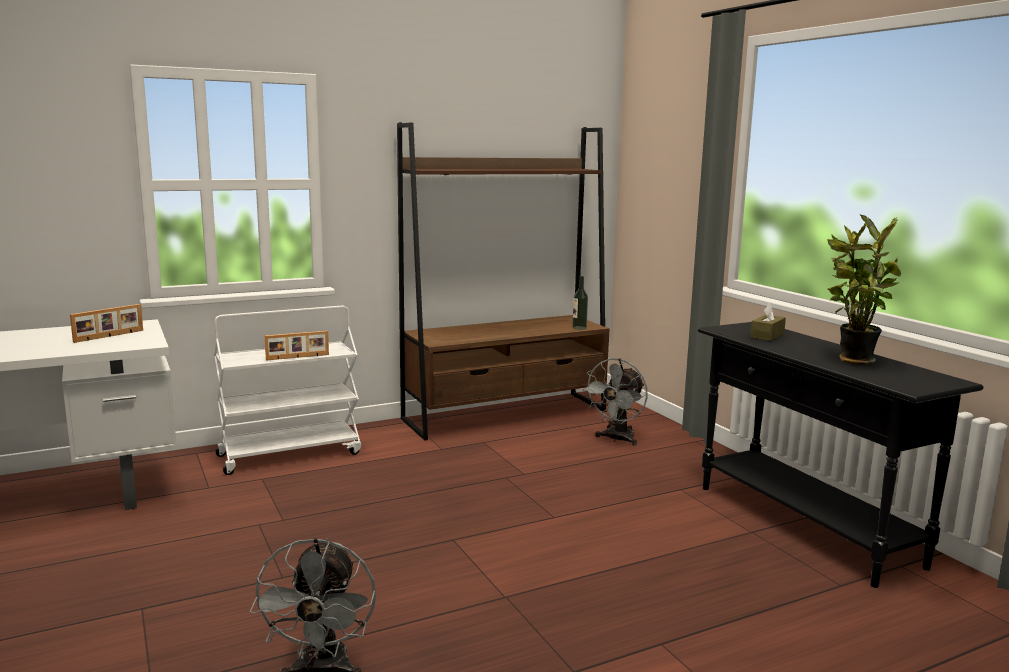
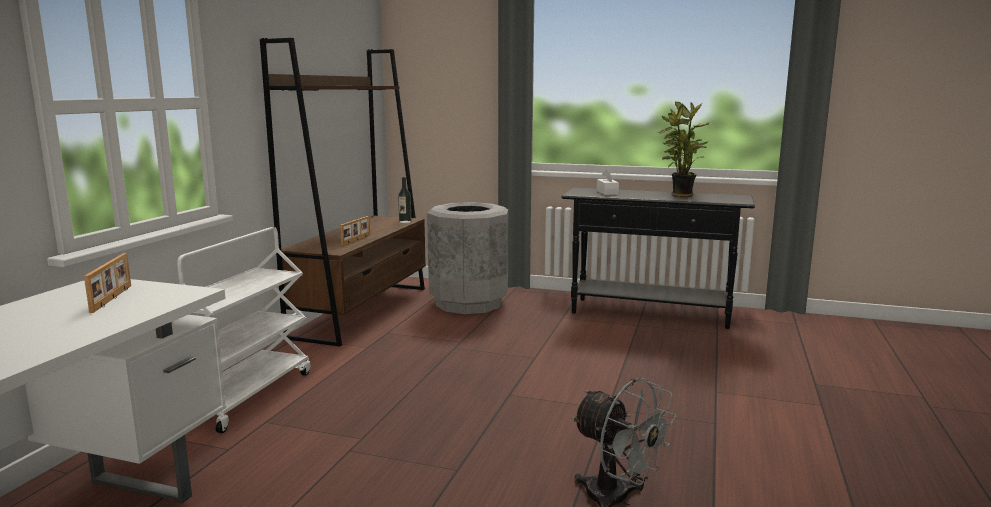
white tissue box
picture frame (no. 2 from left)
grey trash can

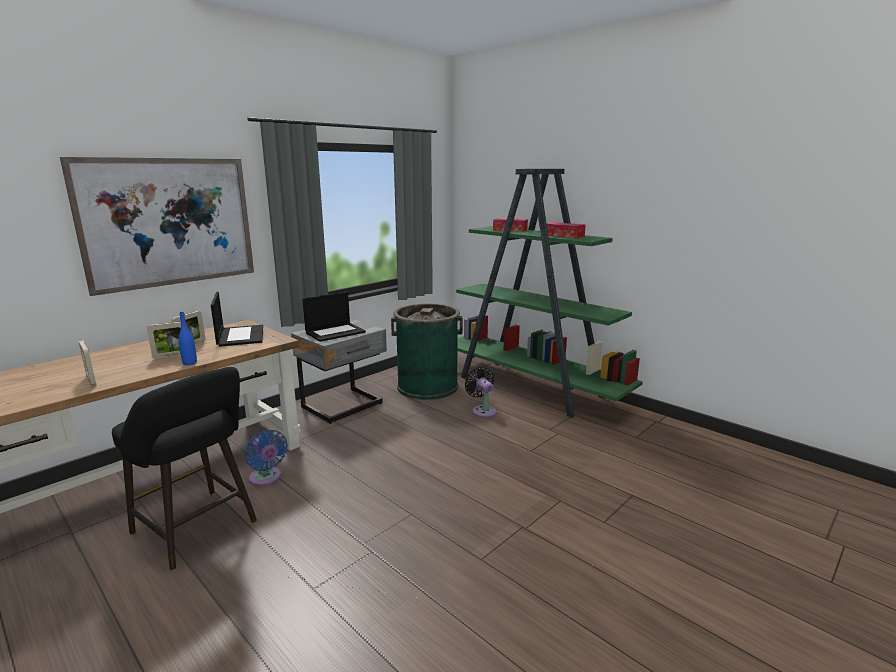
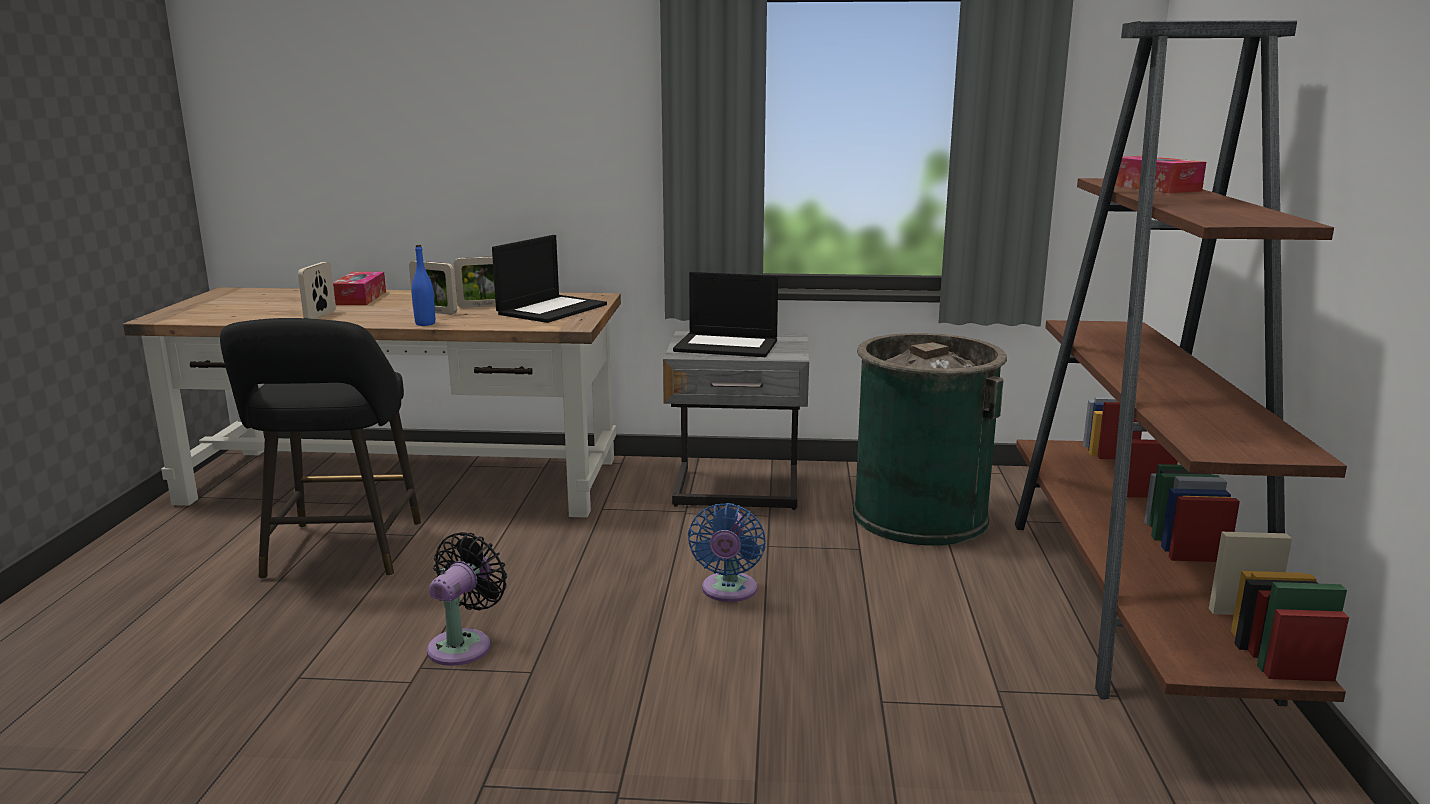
picture
brown bookcase
tissue box (no. 1 from left)
black fan
blue fan

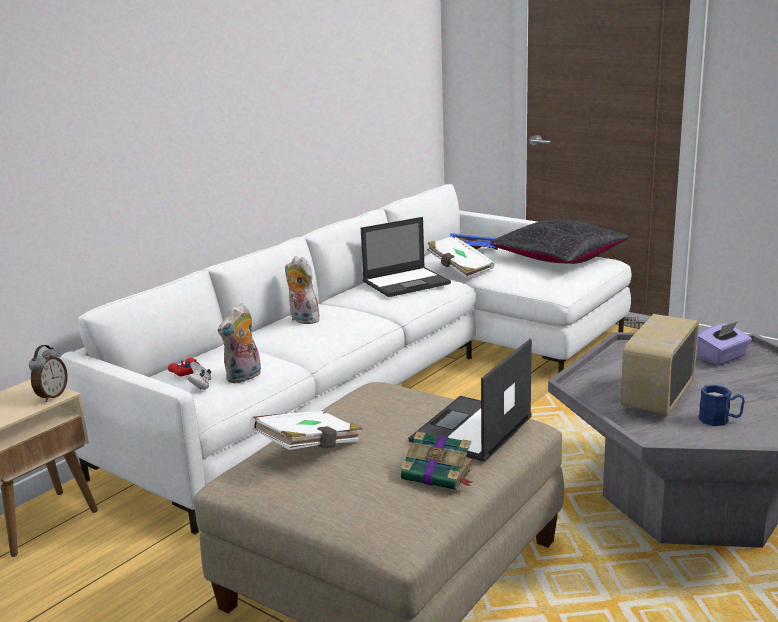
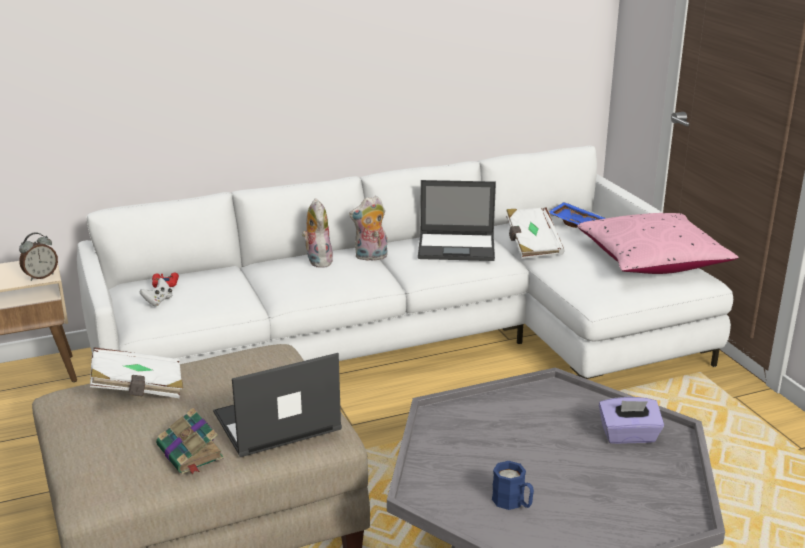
pink pillow
plush toy (no. 2 from left)
radio

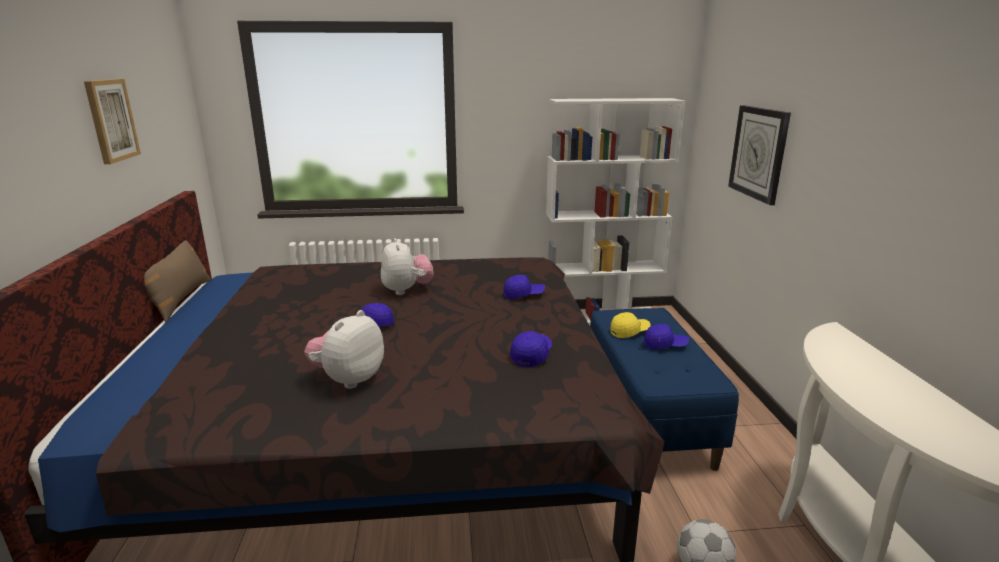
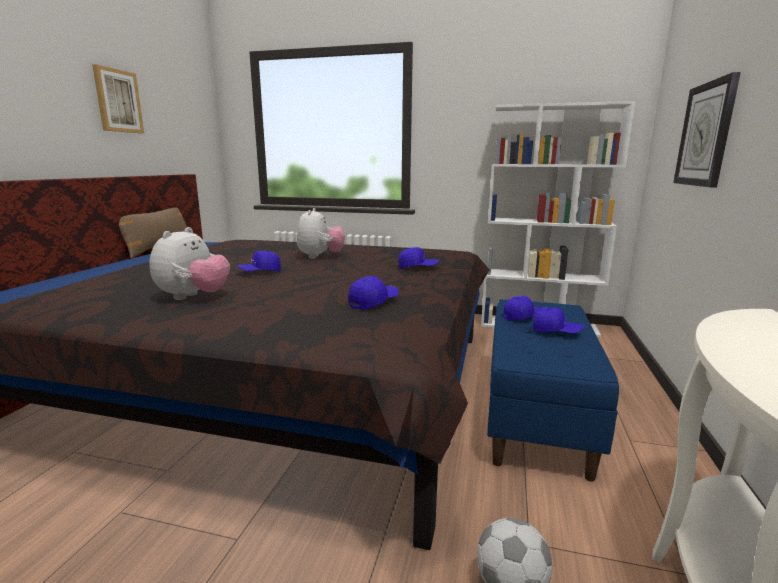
plush toy (no. 1 from left)
blue cap (no. 4 from left)

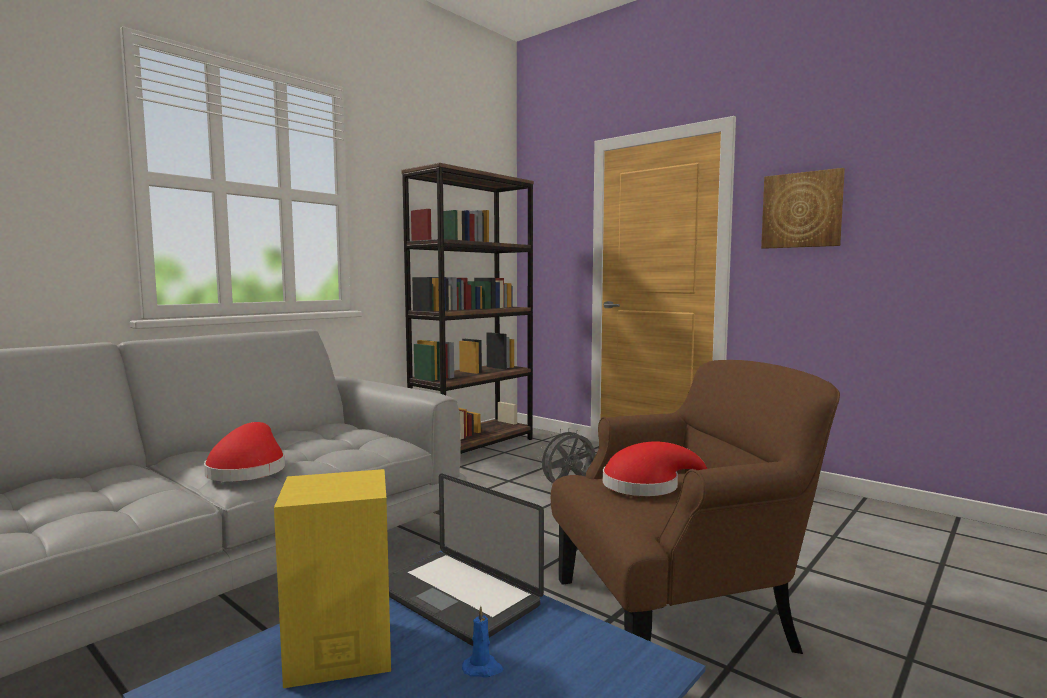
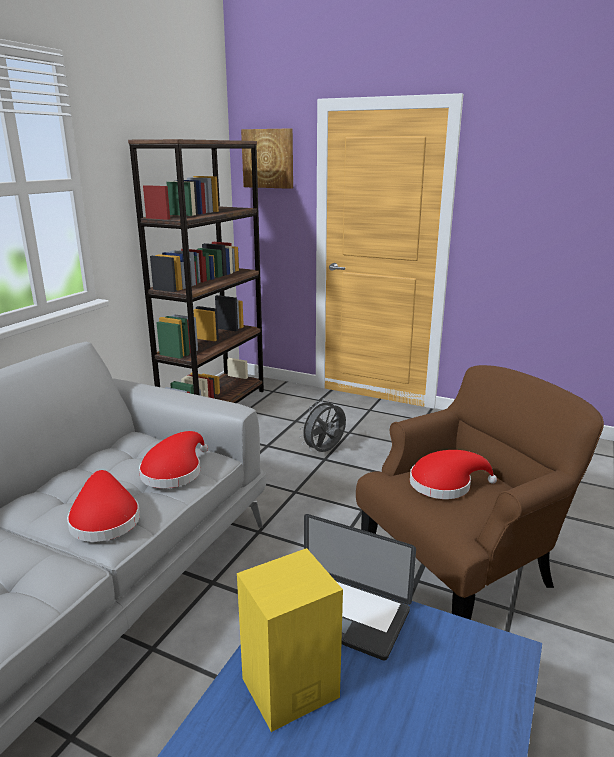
picture
blue candle
red hat (no. 2 from left)

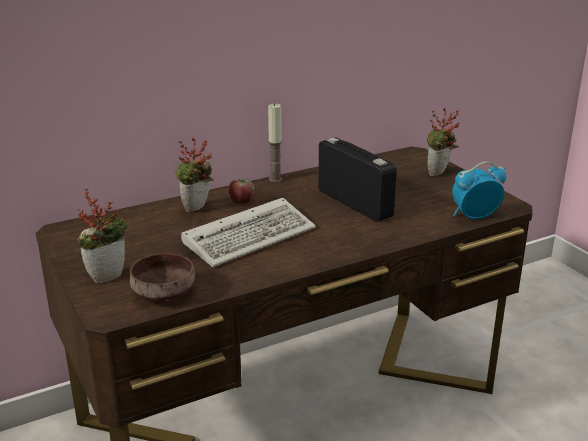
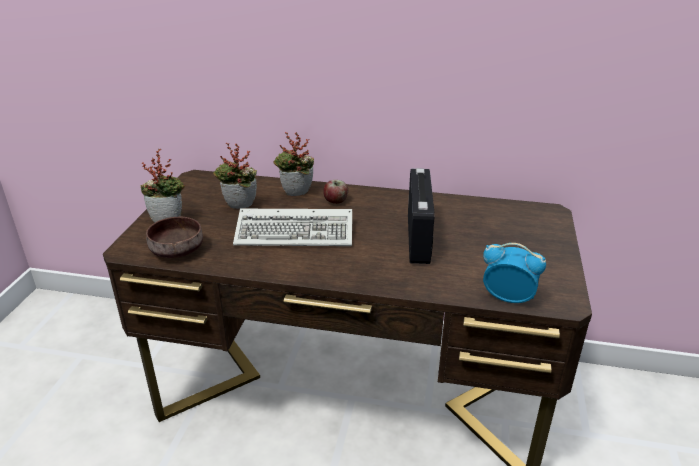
candle
potted plant (no. 2 from left)

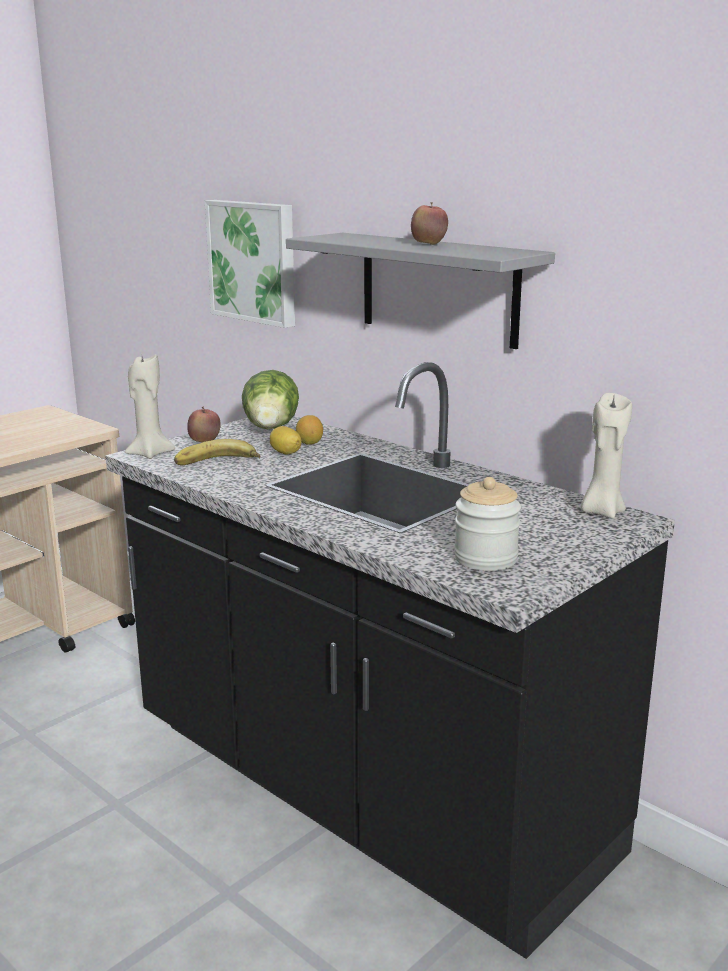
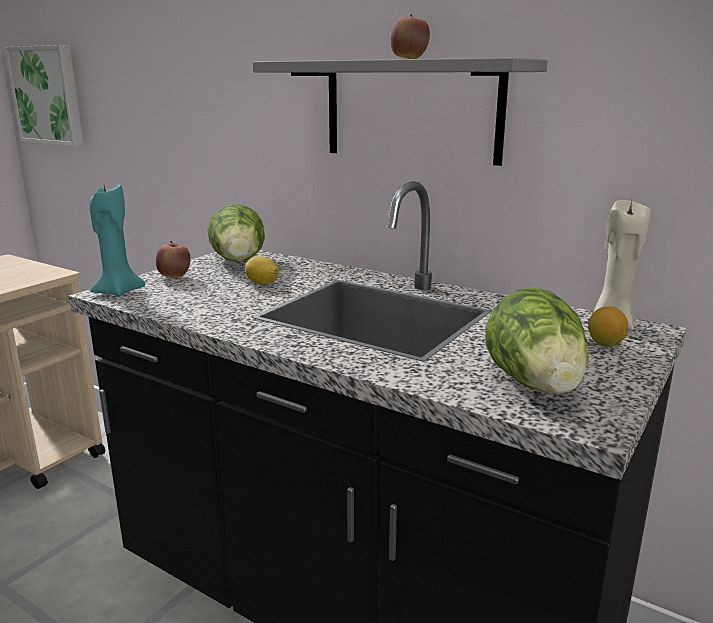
picture
turquoise candle
lemon (no. 2 from left)
banana
lettuce (no. 2 from left)

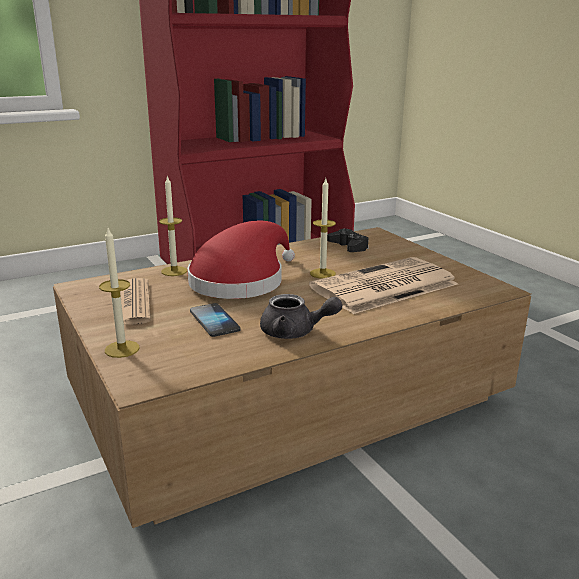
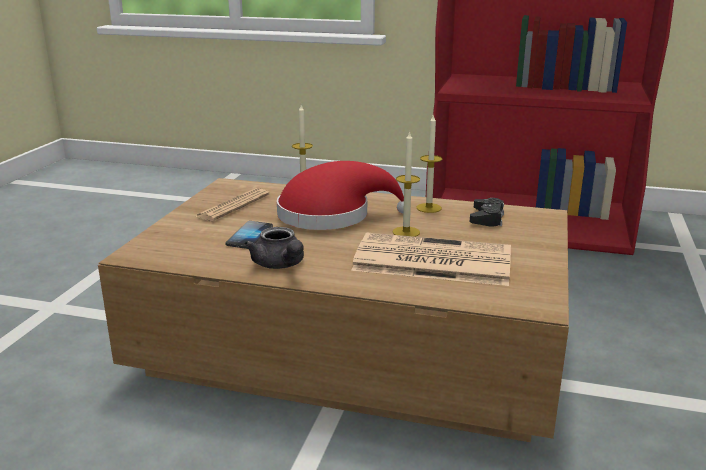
candle (no. 3 from left)

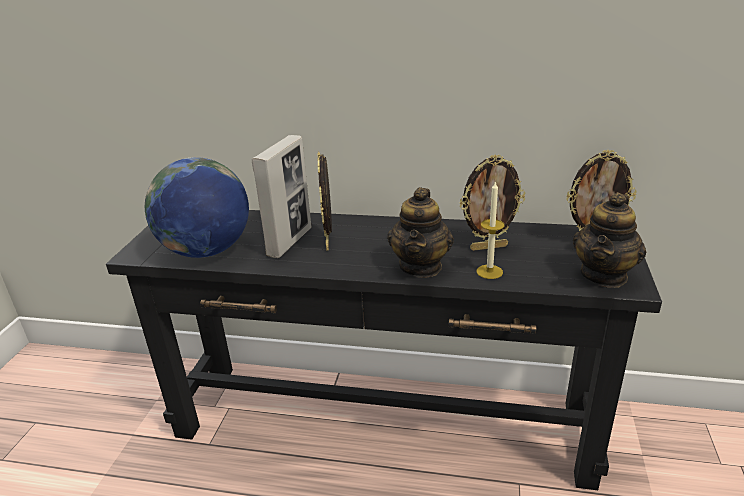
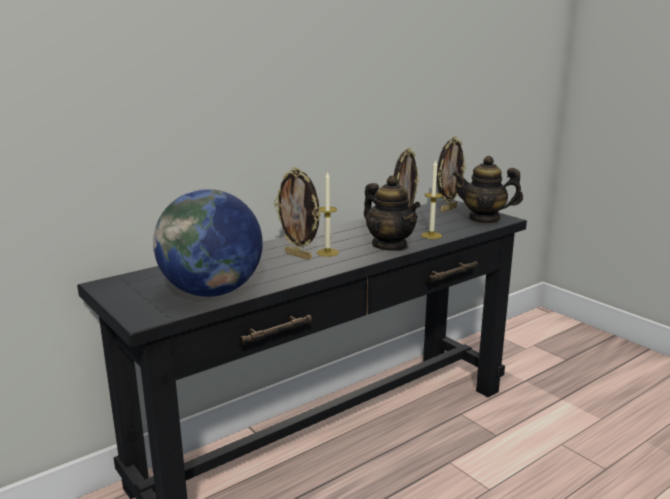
picture frame (no. 1 from left in the first image)
teapot (no. 2 from left)
candle (no. 1 from left)

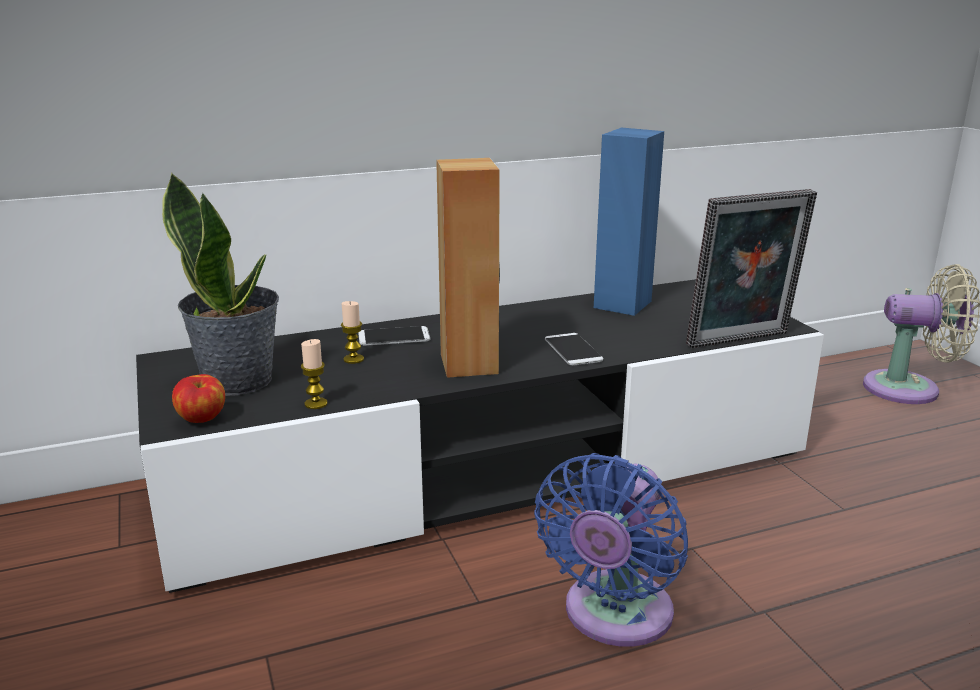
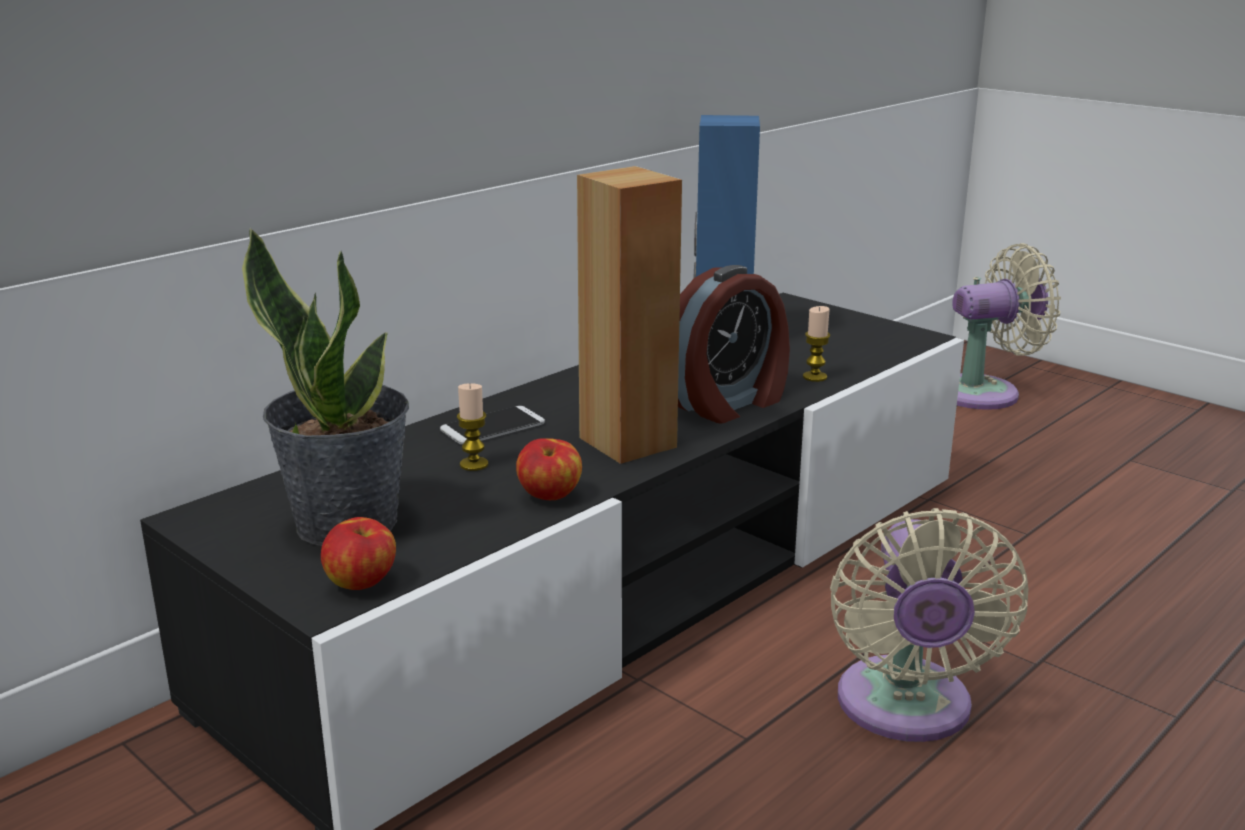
picture frame
alarm clock
candle (no. 2 from left)
beige fan (no. 1 from left)
apple (no. 2 from left)

